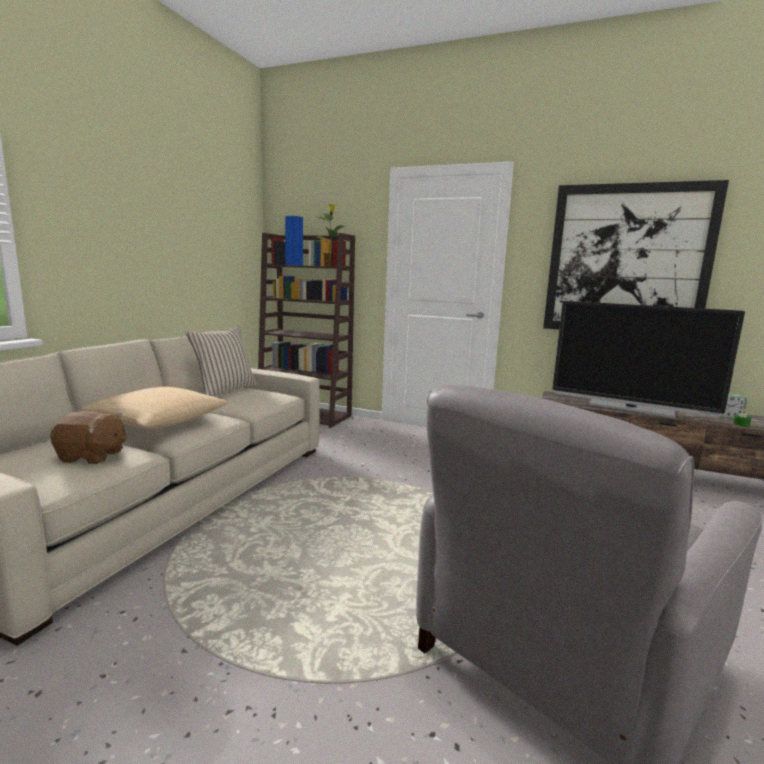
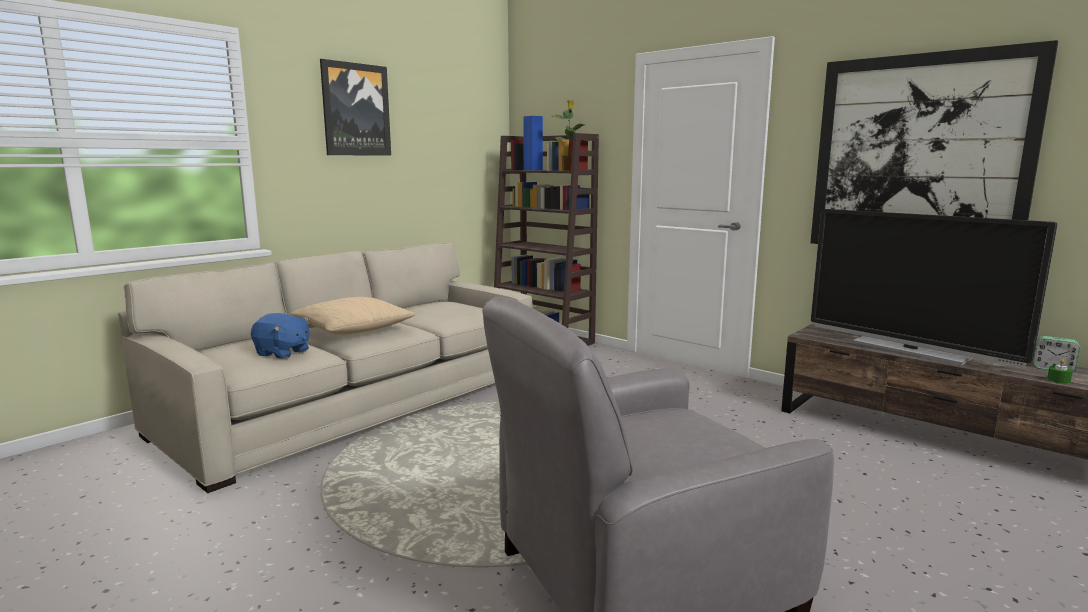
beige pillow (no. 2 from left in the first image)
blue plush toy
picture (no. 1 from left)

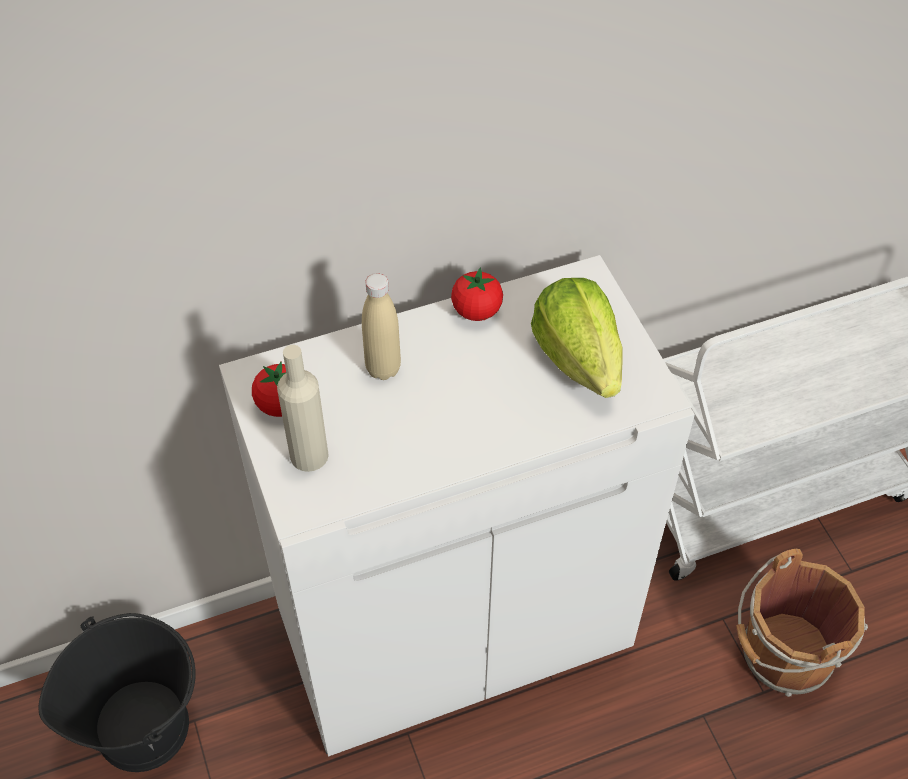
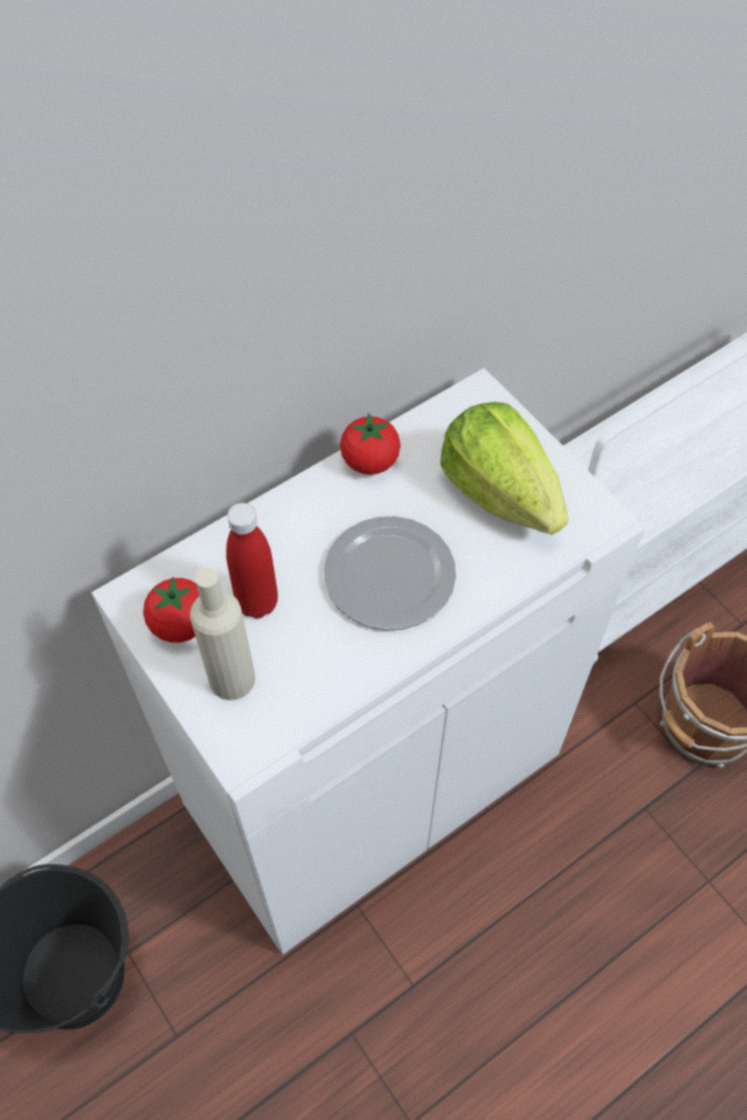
beige bottle (no. 2 from left in the first image)
red bottle
plate

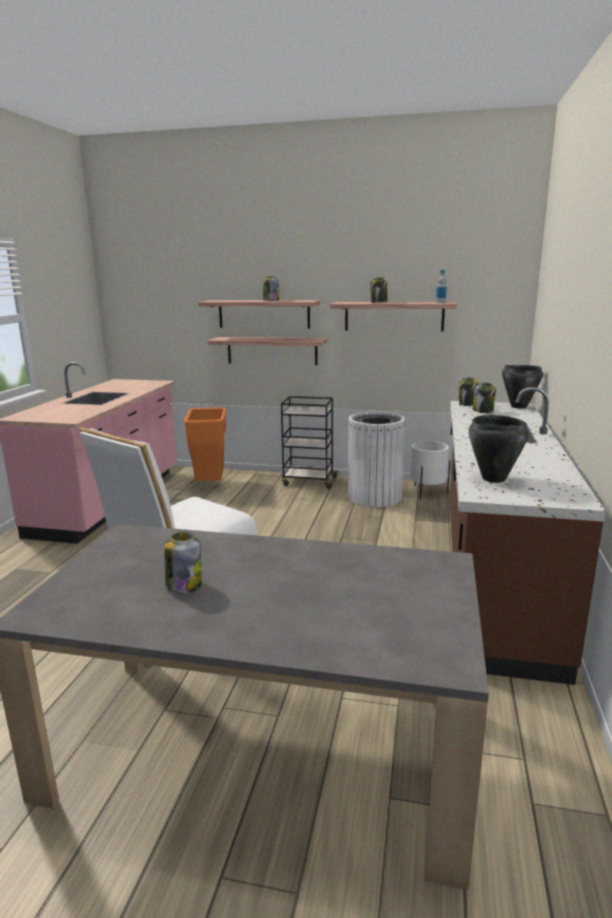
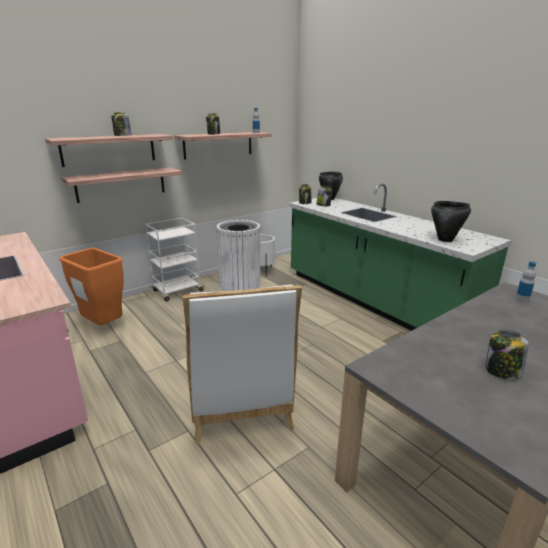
green counter
white cart
bottle (no. 2 from left)

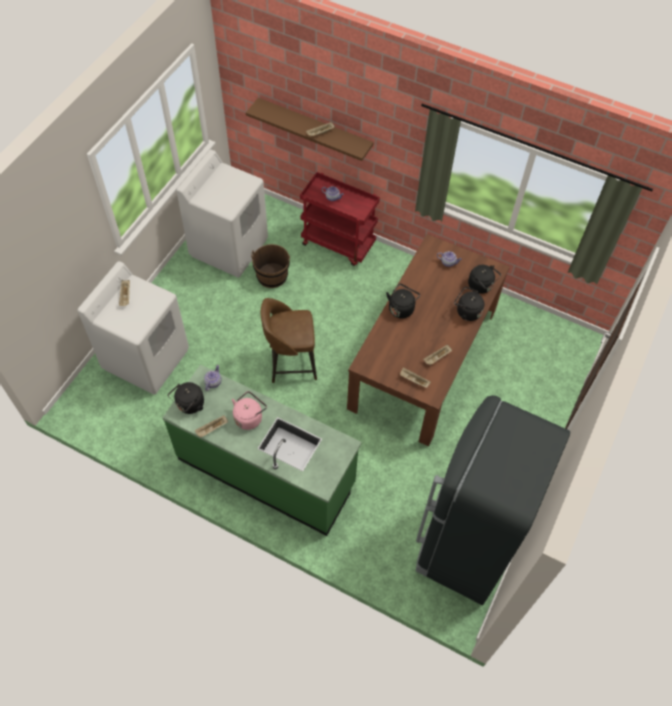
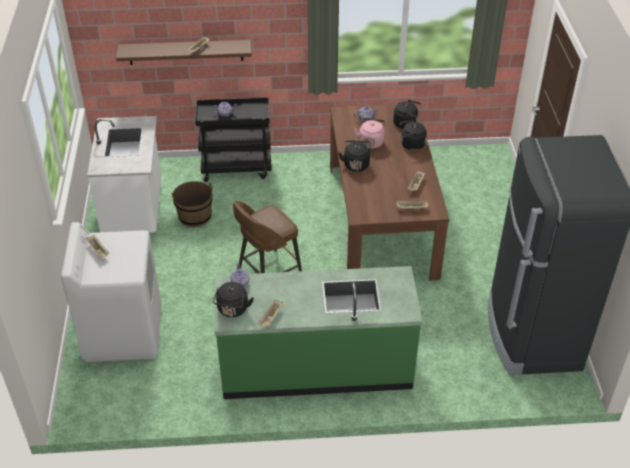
white counter
black cart
pink kettle

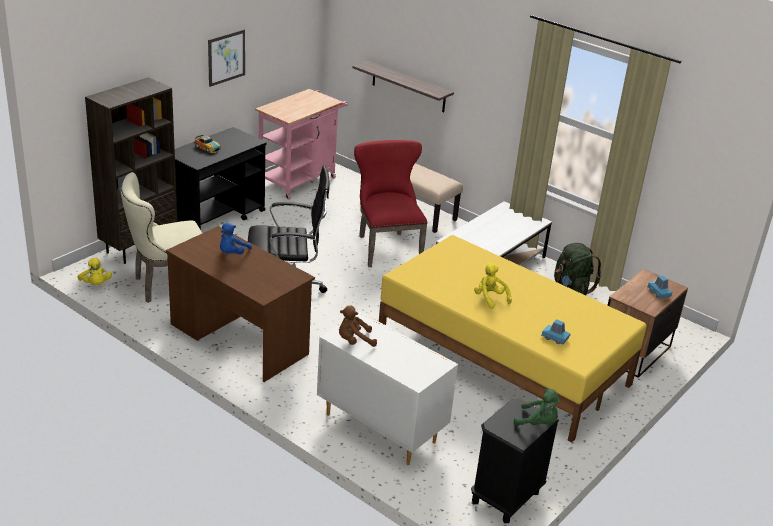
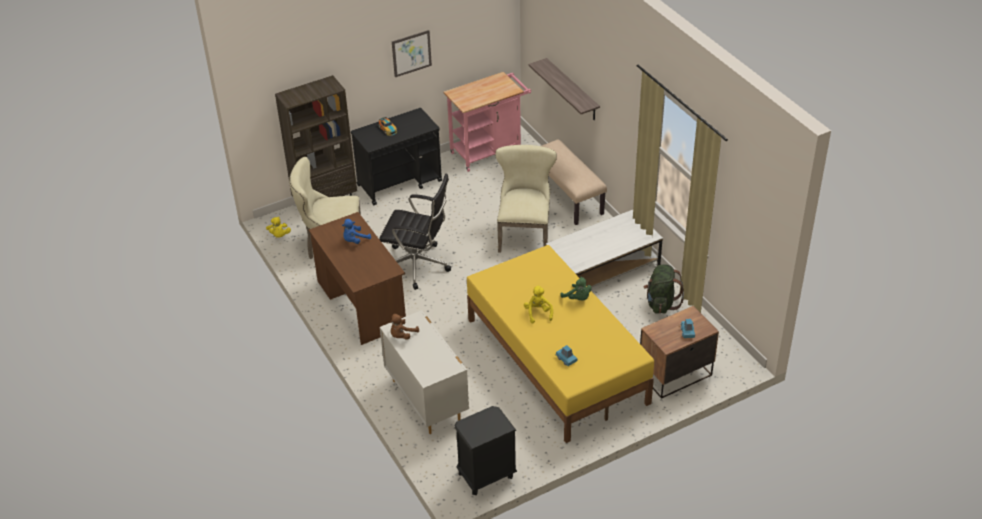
beige chair (no. 2 from left)
brown plush toy
green plush toy

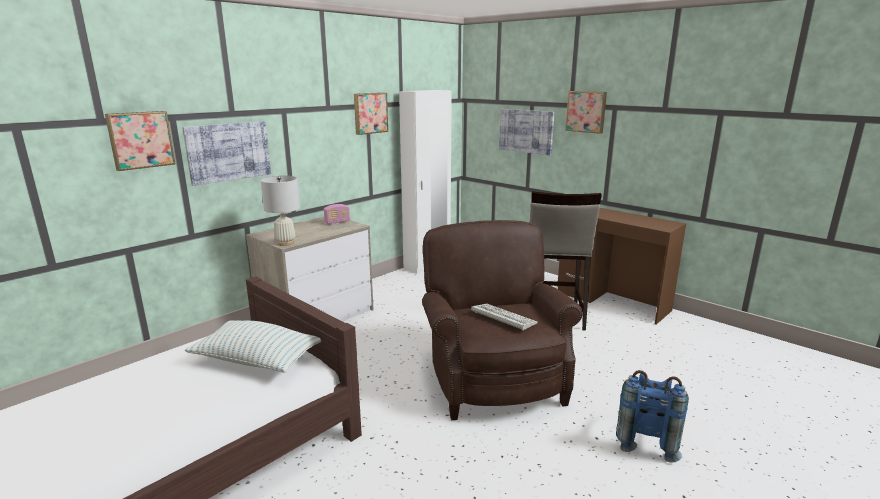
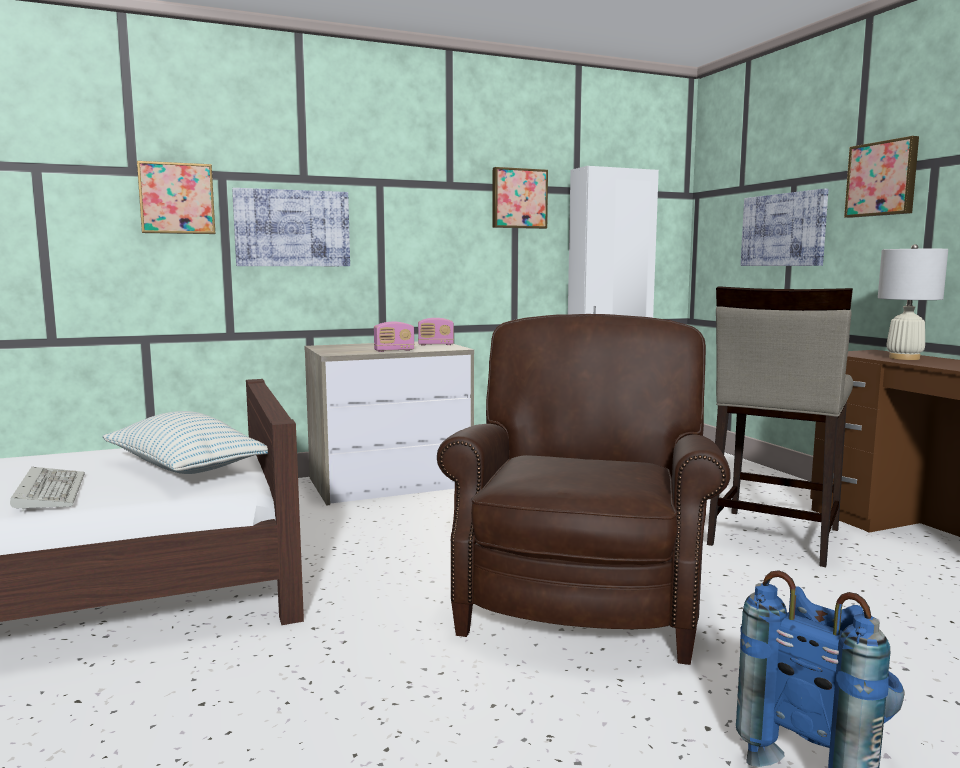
white table lamp
keyboard
radio (no. 1 from left)

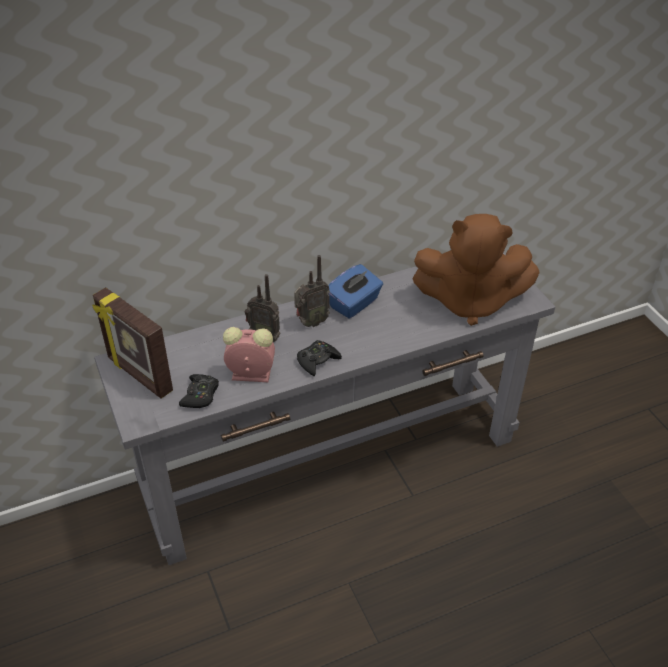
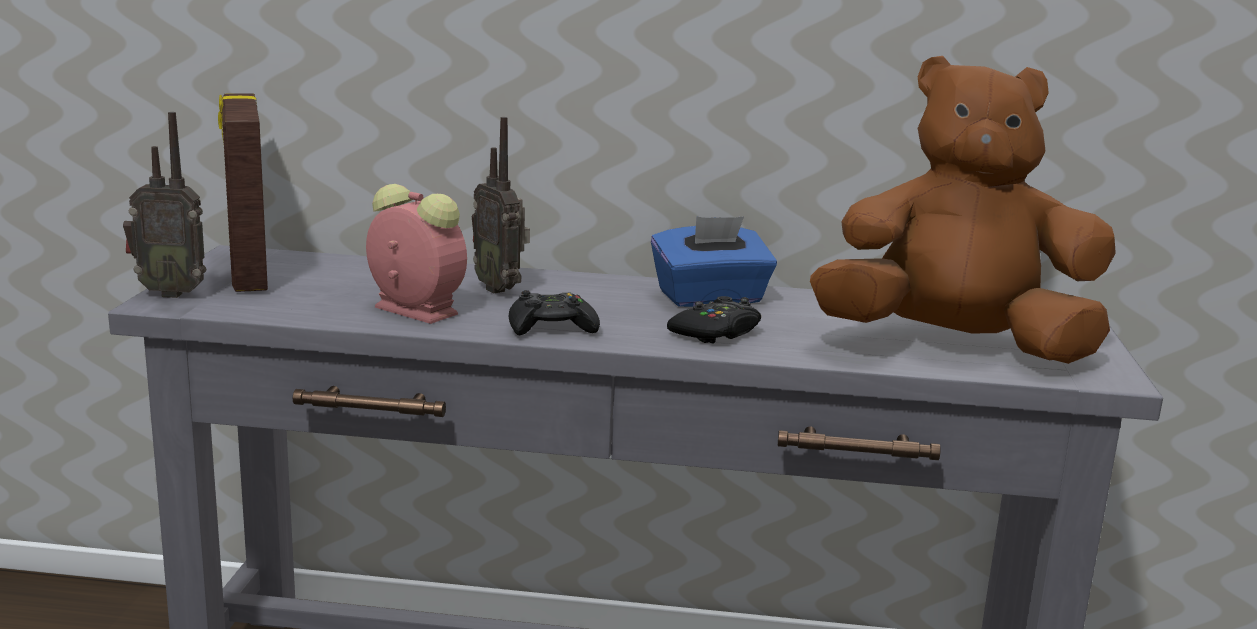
brown plush toy
radio (no. 1 from left)
black game controller (no. 2 from left)

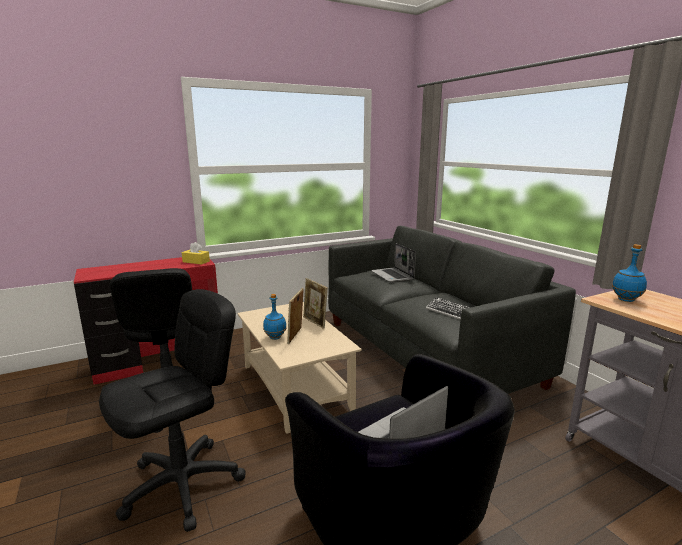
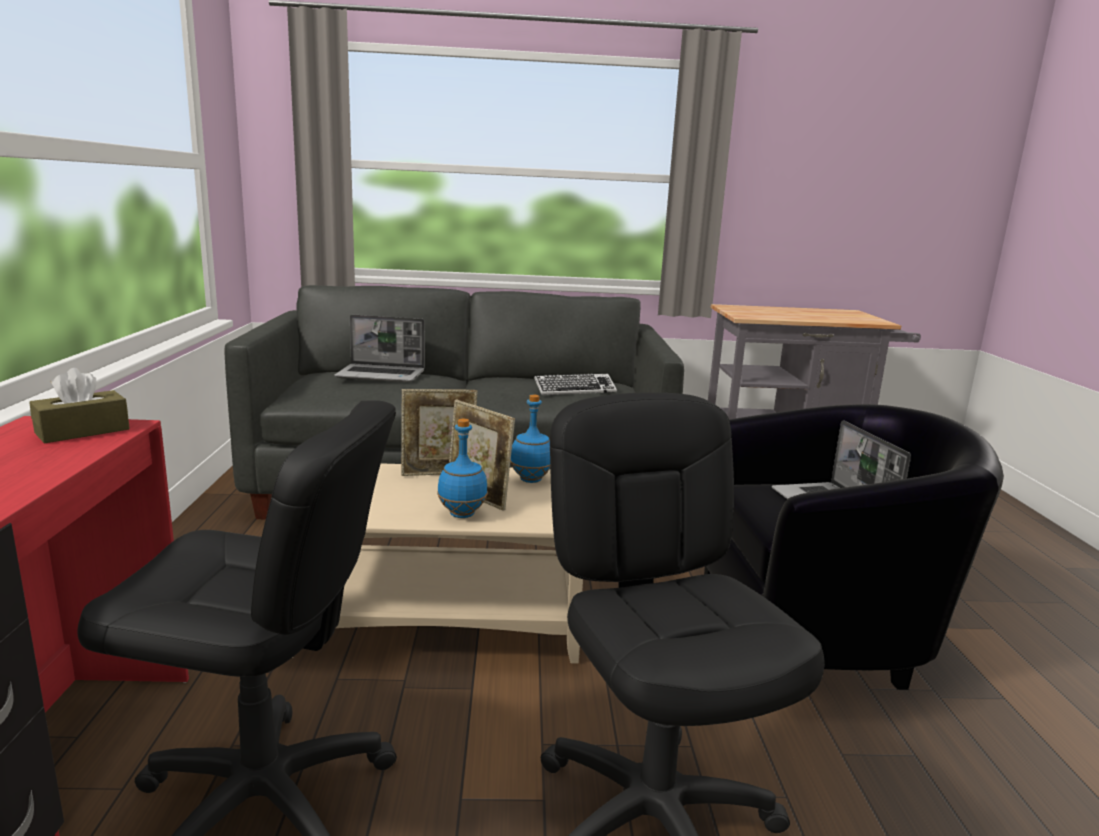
brown tissue box
blue bottle (no. 2 from left)

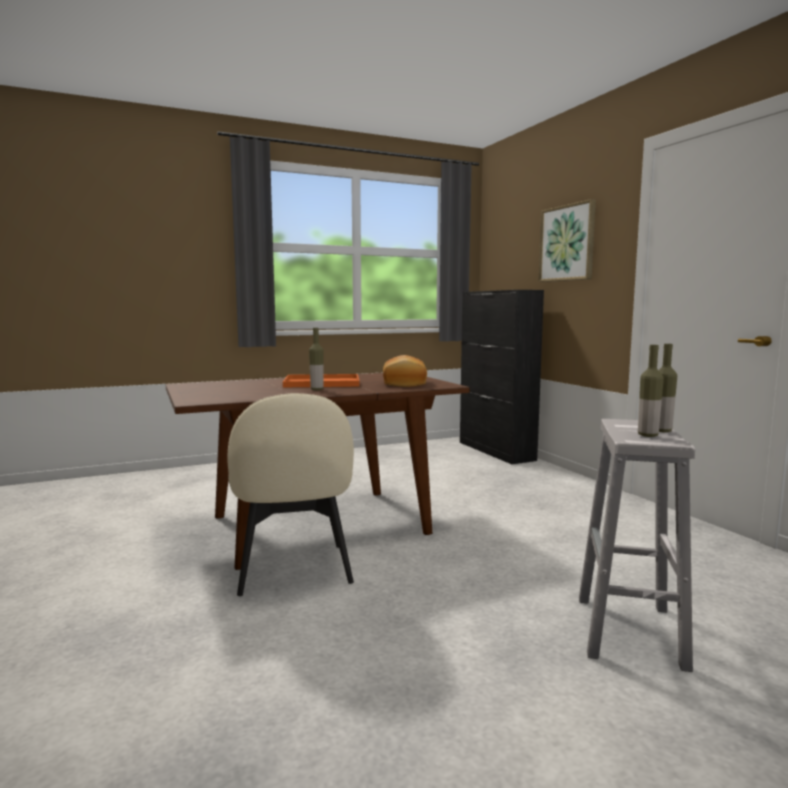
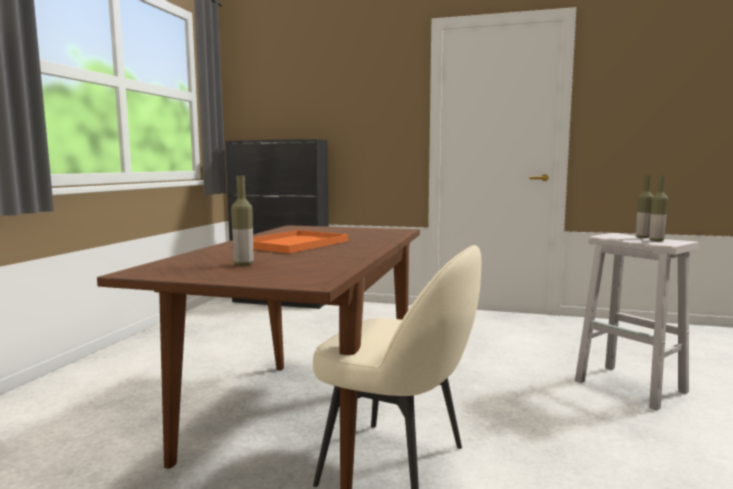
picture
bottle (no. 1 from left)
bread

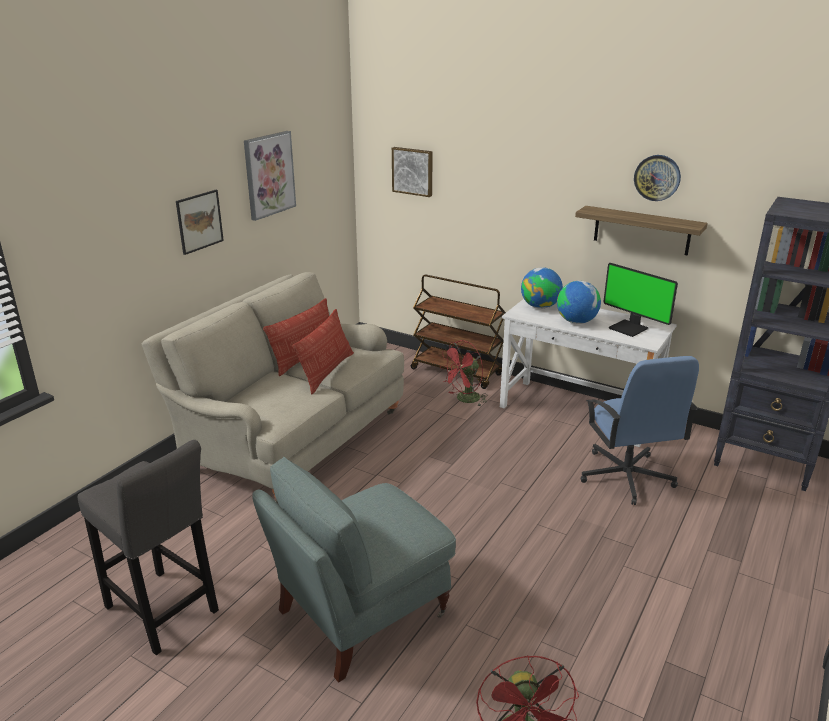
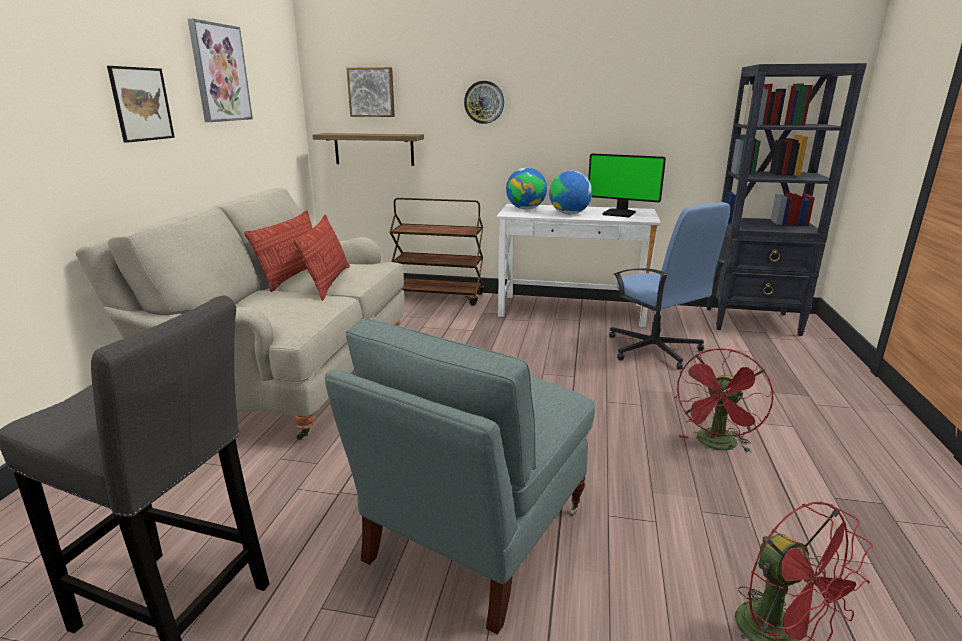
wall clock
shelf
red fan (no. 1 from left)

